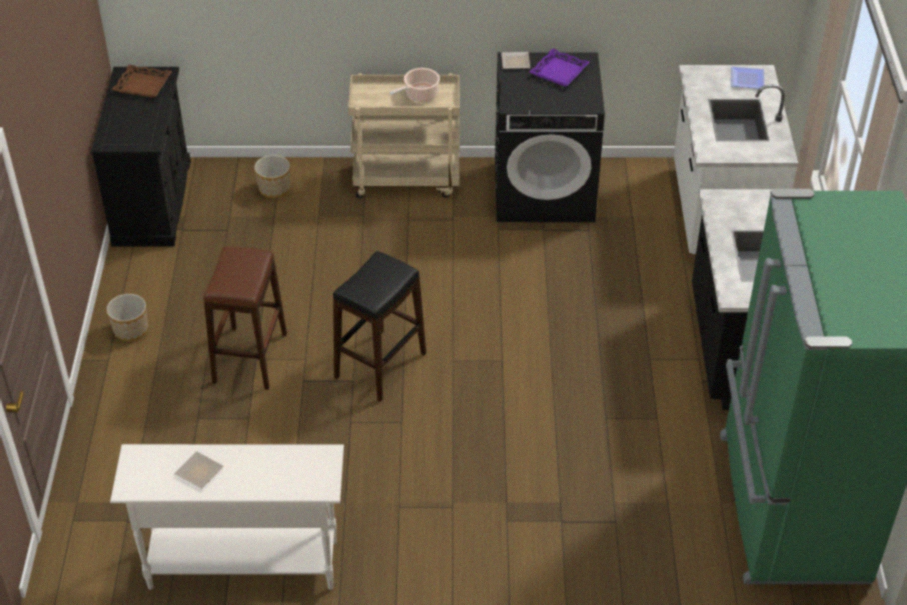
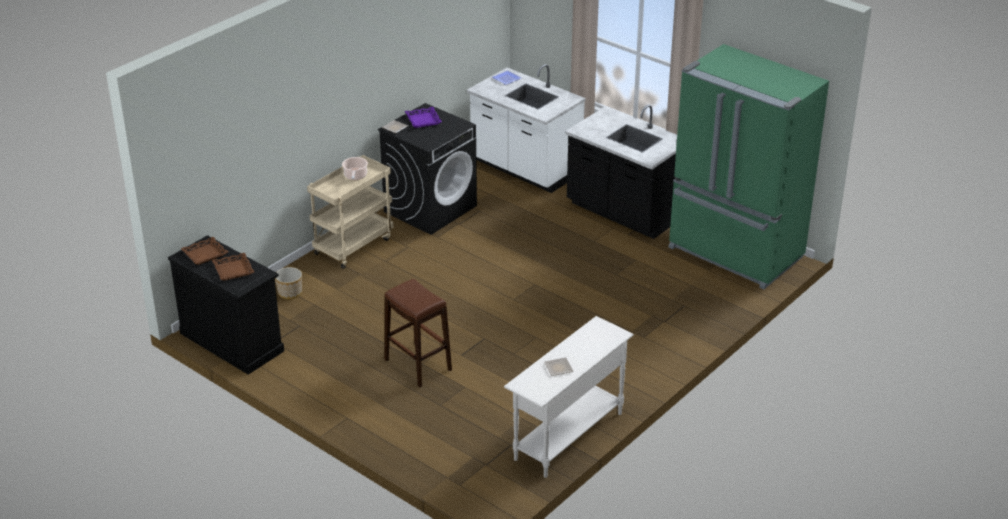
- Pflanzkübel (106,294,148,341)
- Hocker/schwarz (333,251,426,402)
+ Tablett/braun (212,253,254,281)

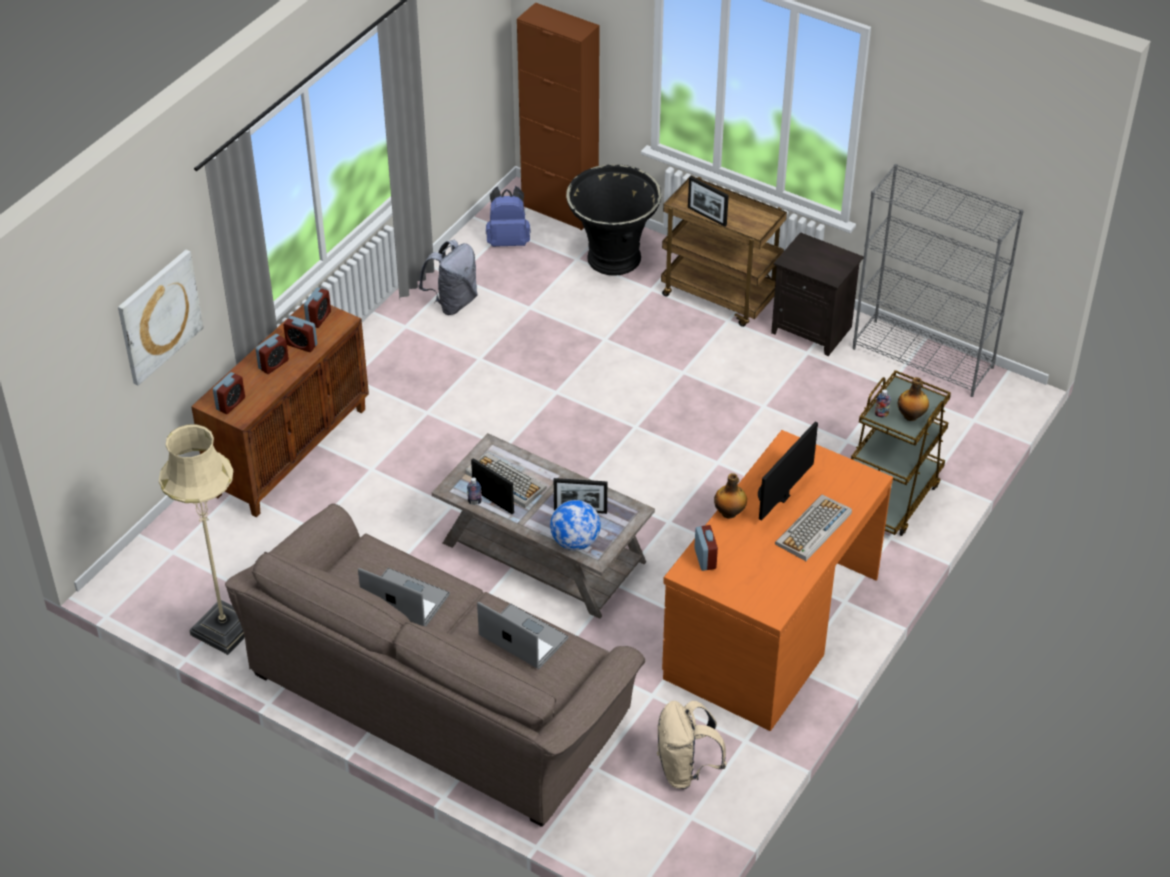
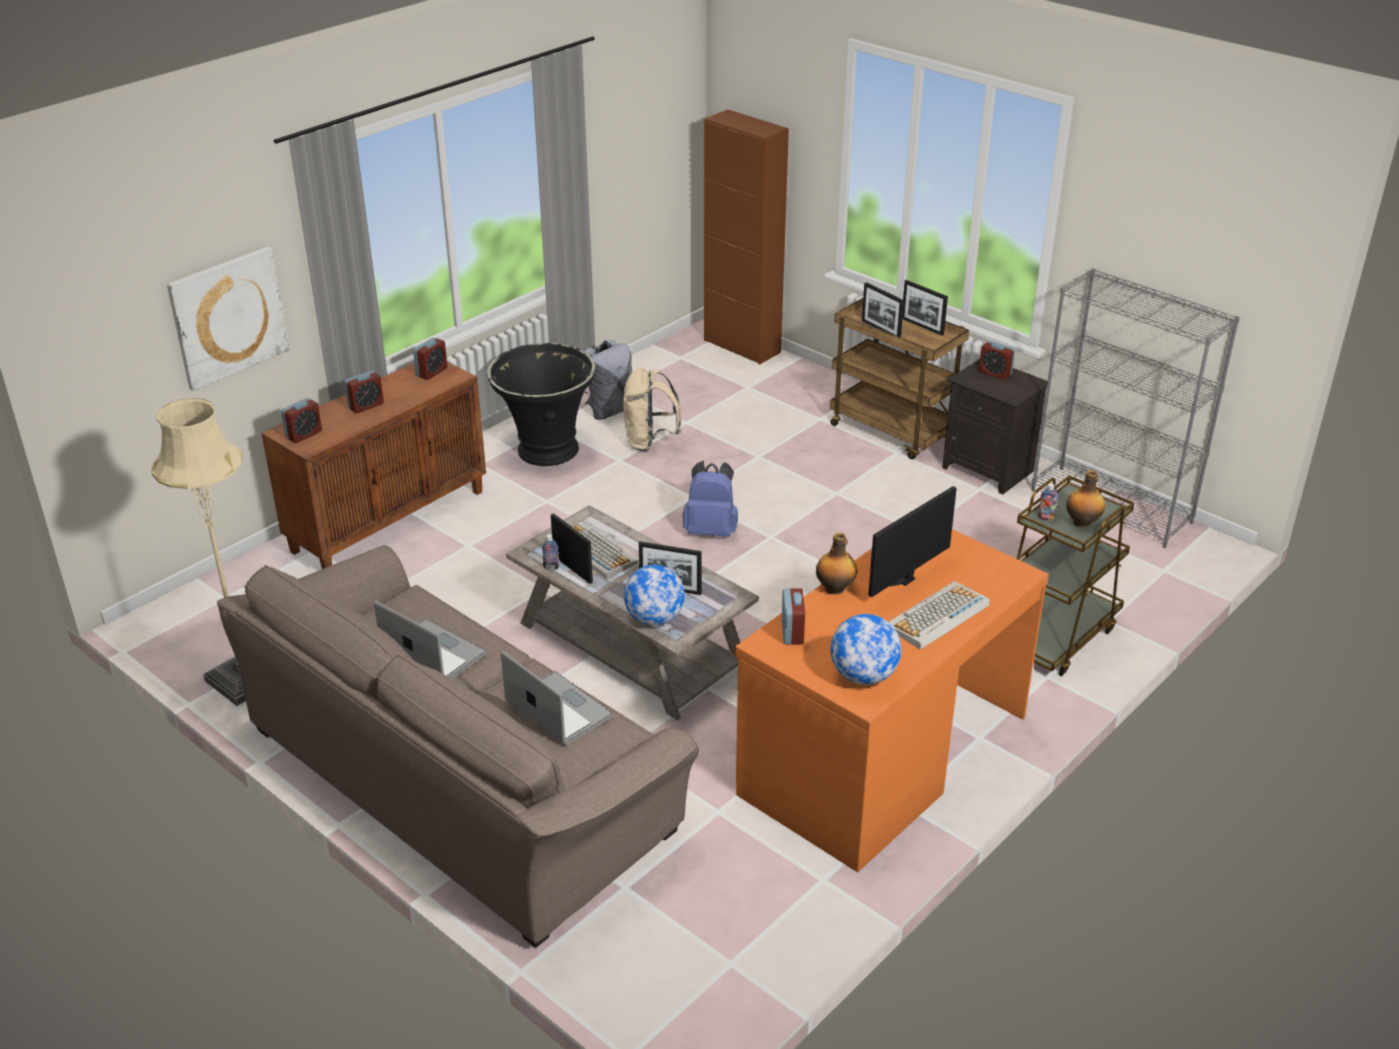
~ Wecker (283,316,317,352) to (979,341,1015,380)
~ Rucksack/blau (486,186,531,247) to (683,460,738,537)
~ Pflanzkübel/schwarz (566,164,661,276) to (487,343,596,466)
~ Rucksack/beige (657,701,727,789) to (623,368,681,451)
+ Globus (831,614,901,685)
+ Bilderrahmen (903,280,948,336)

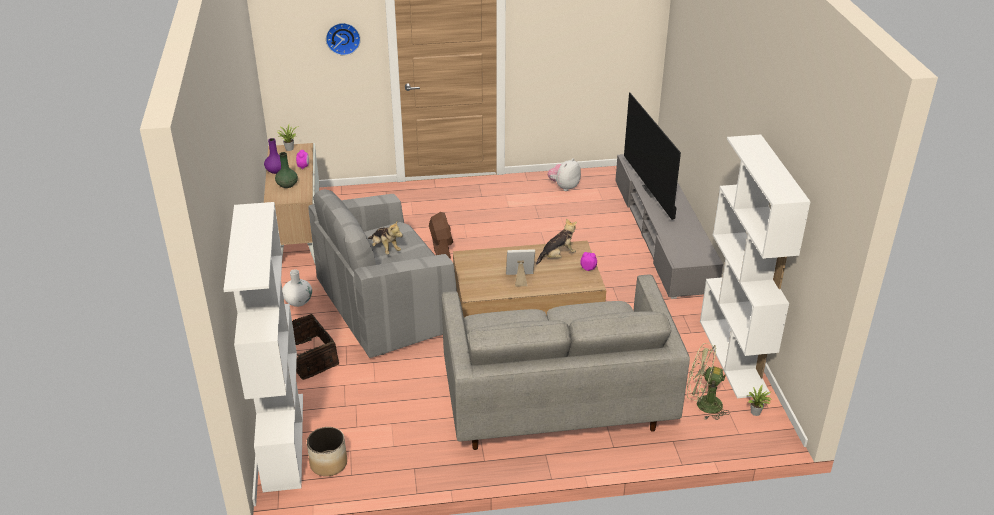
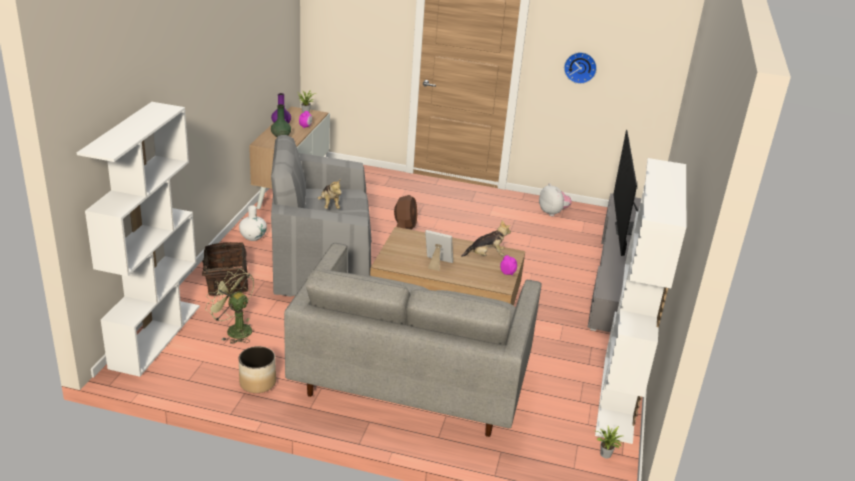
~ Pflanzkübel (307,427,347,476) to (239,346,276,393)
~ Wanduhr (326,23,361,55) to (564,52,597,84)
~ Plüschtier (548,158,581,191) = (539,183,572,216) 90 degrees clockwise
~ Ventilator/grün (687,343,730,420) to (205,269,254,344)

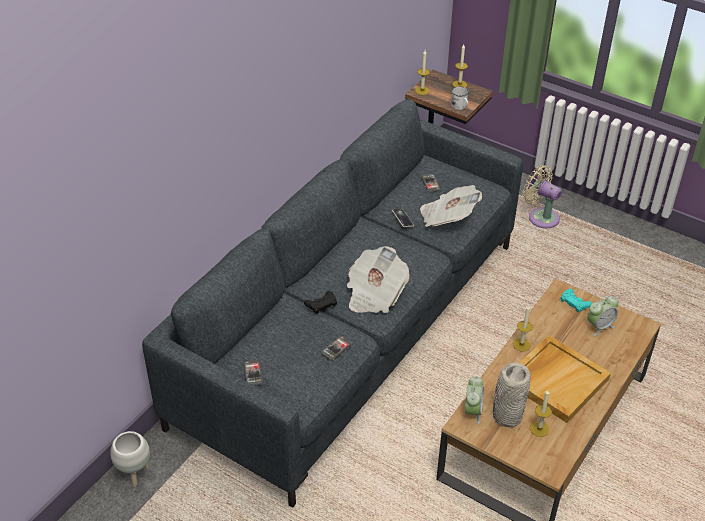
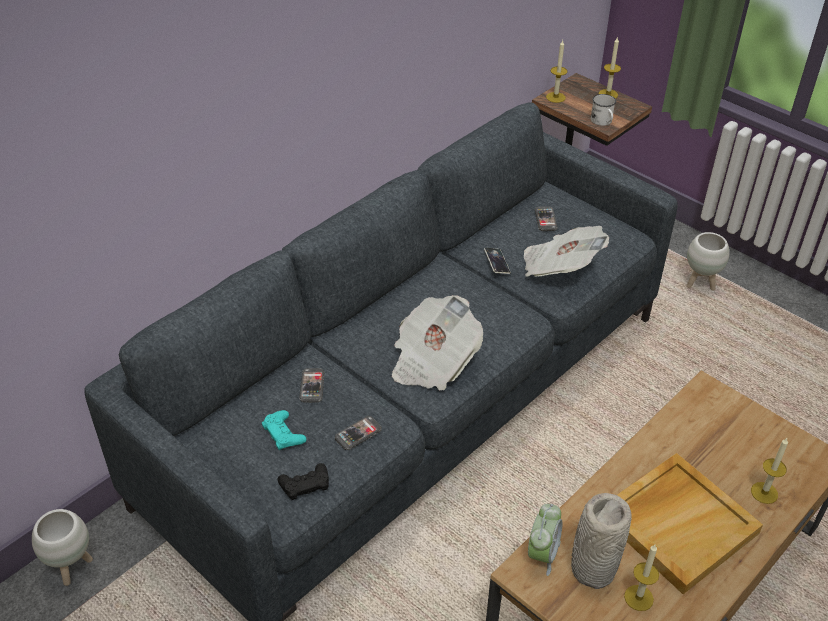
~ Handy (243,360,263,386) to (299,368,324,403)
~ Gamepad/schwarz (304,291,337,314) to (278,463,329,500)
~ Kerze (513,305,533,352) to (751,438,788,504)
~ Ventilator/beige (523,165,562,228) to Pflanzkübel/weiß (686,232,729,291)
~ Gamepad/türkis (561,289,592,312) to (261,410,306,450)
- Wecker (587,296,619,336)

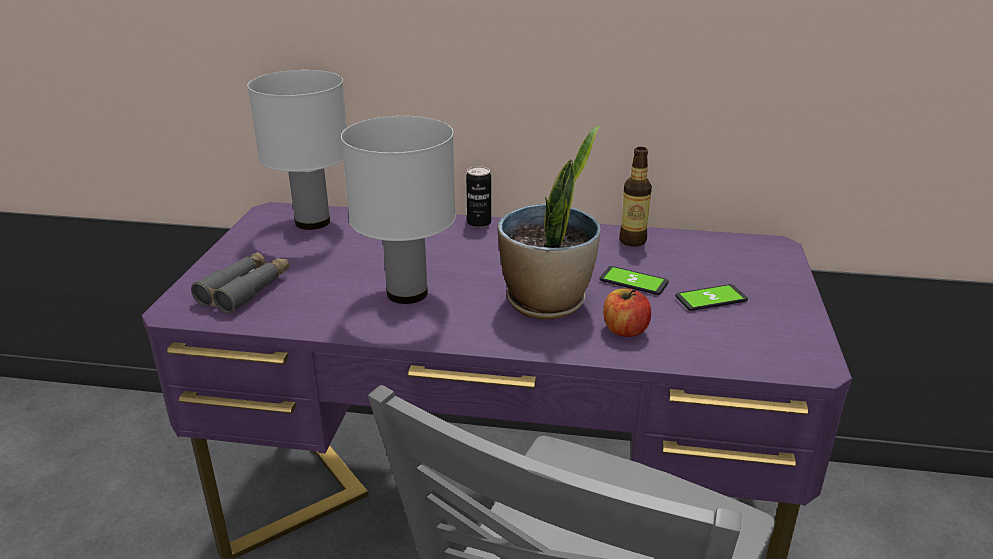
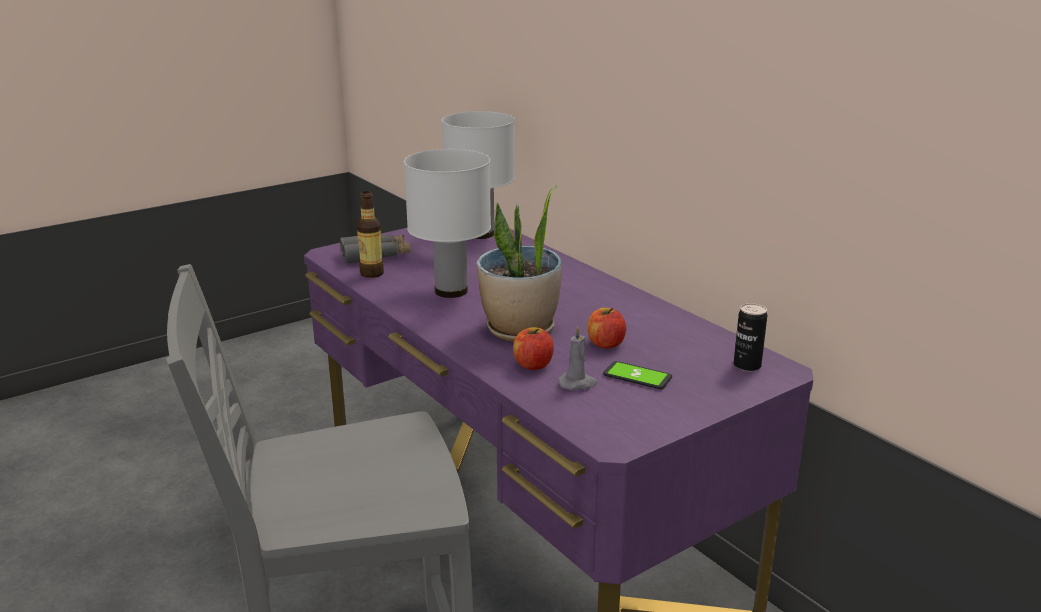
~ Dose (466,166,491,228) to (734,303,767,372)
~ Handy (599,266,669,295) to Apfel (588,308,626,348)
~ Flasche (619,147,652,247) to (357,191,384,278)
+ Kerze/grau (558,325,598,390)

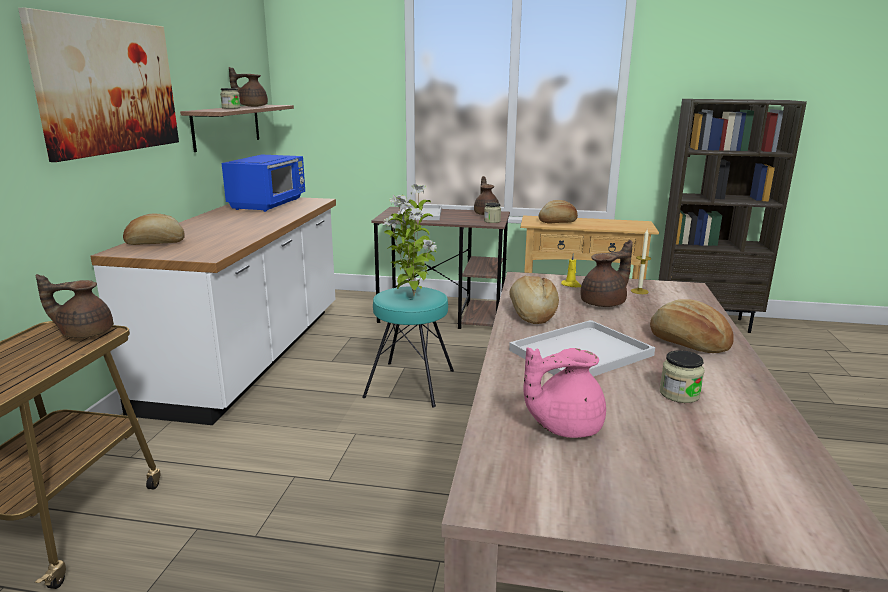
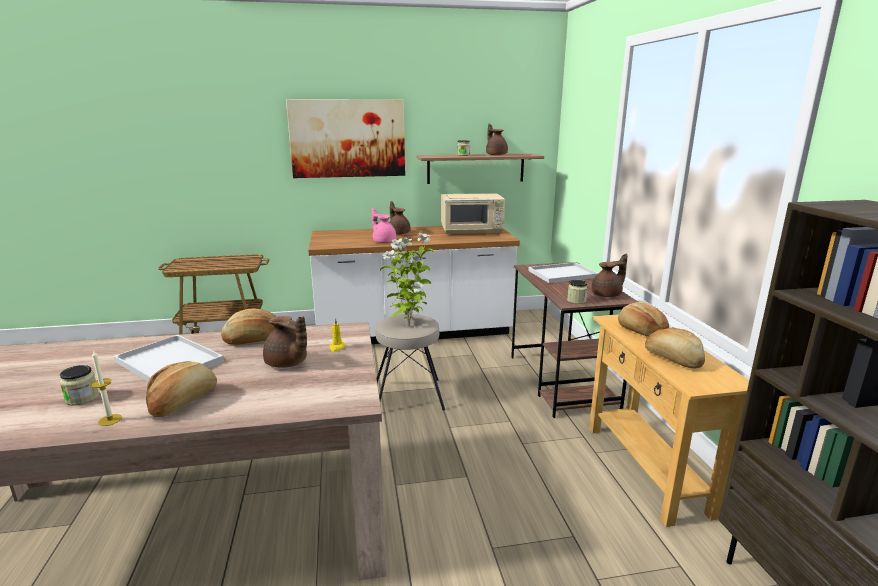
~ Teekanne/braun (36,274,113,338) to (389,201,410,235)
~ Brot (123,214,185,245) to (645,327,705,368)
~ Mikrowelle/blau (222,155,305,212) to Mikrowelle/beige (441,193,505,235)
~ Hocker/türkis (362,286,454,407) to Hocker/beige (375,314,445,410)
~ Teekanne/rosa (523,347,606,438) to (372,208,396,243)
~ Kerze (631,230,652,294) to (91,350,122,426)

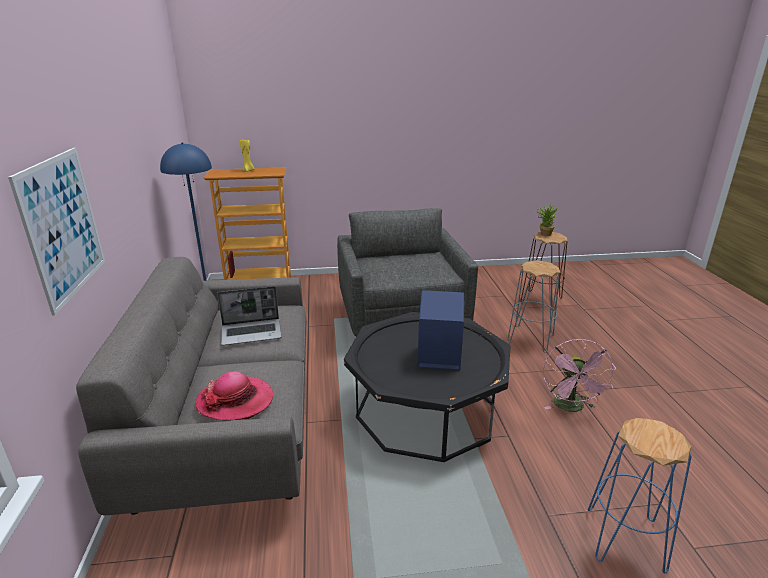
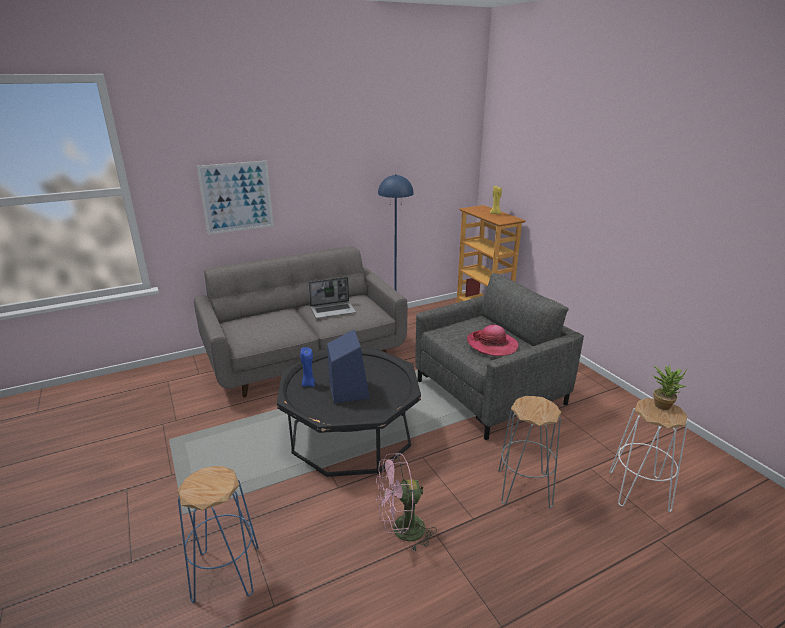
~ Hut (195,371,273,420) to (467,325,519,356)
~ Laptop (217,286,282,346) = (309,277,356,318) 75 degrees counterclockwise
~ Hocker/braun (520,232,568,311) to Hocker/weiß (609,398,688,512)
+ Kerze/blau (300,347,315,387)

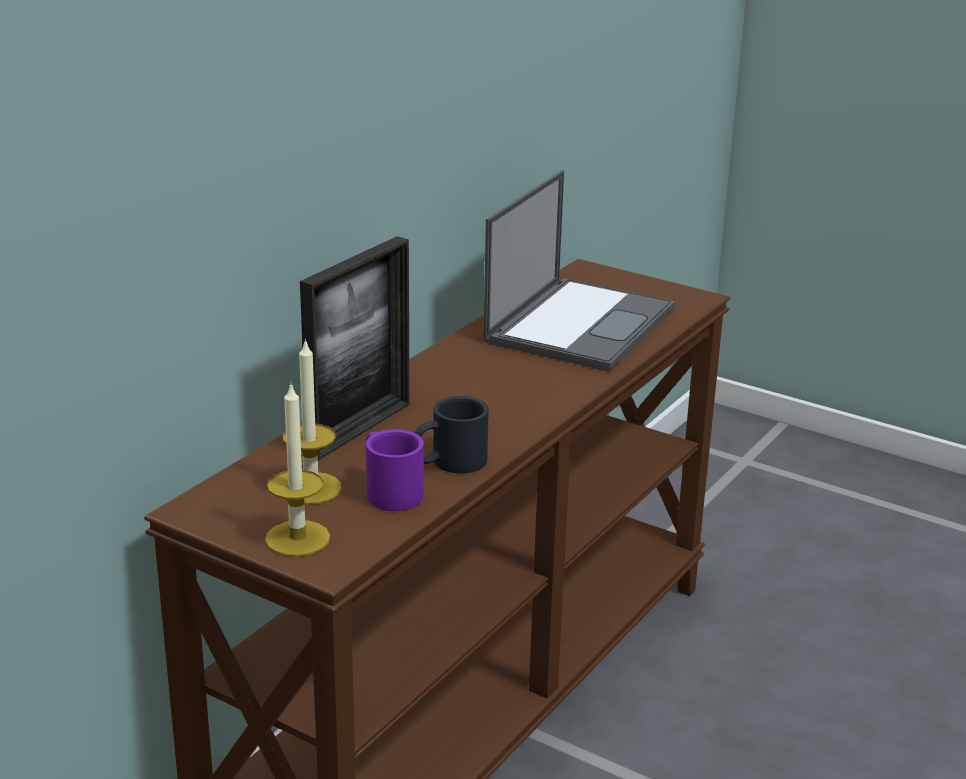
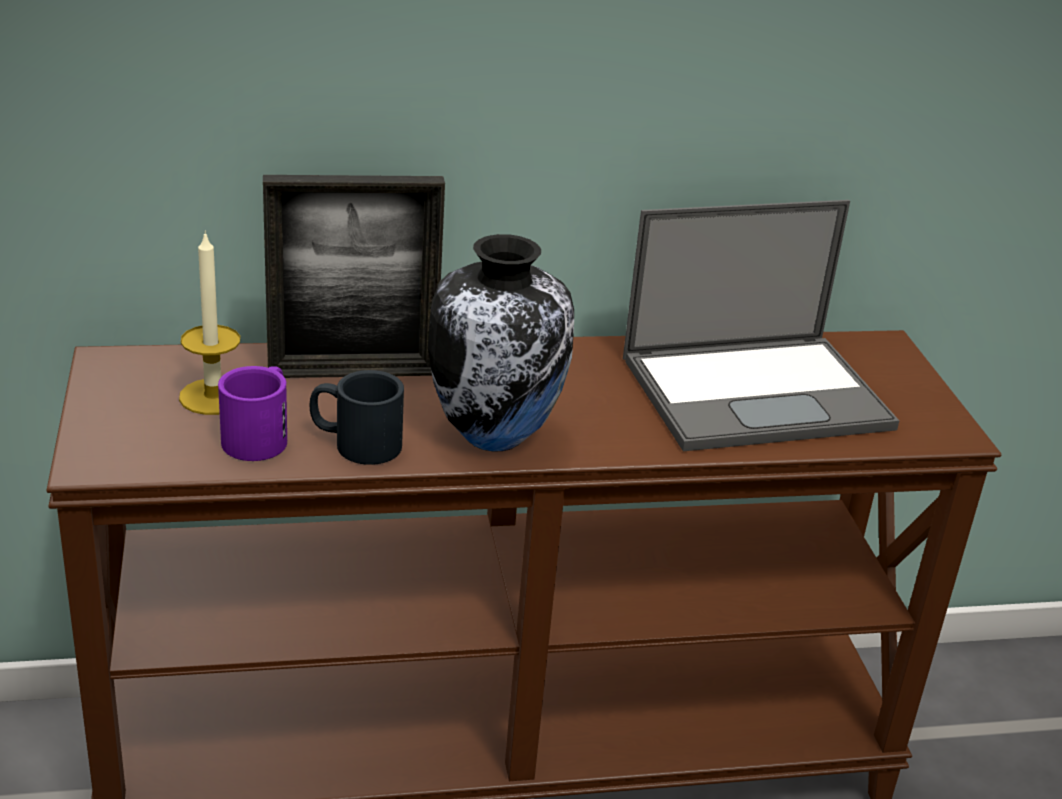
- Kerze (265,385,330,556)
+ Vase (428,234,574,451)

